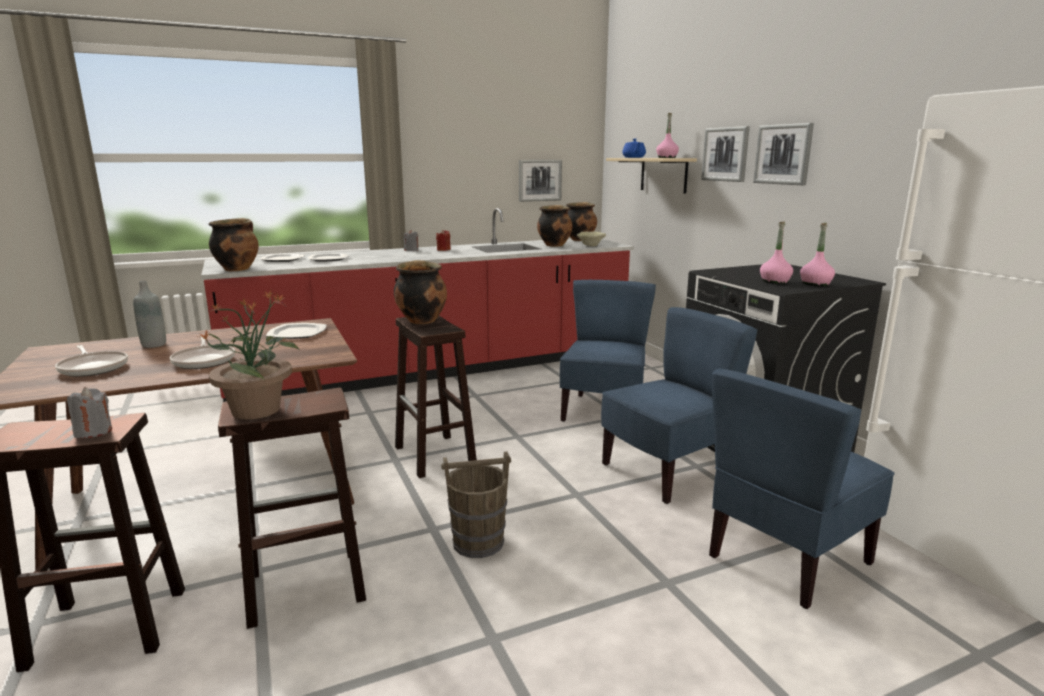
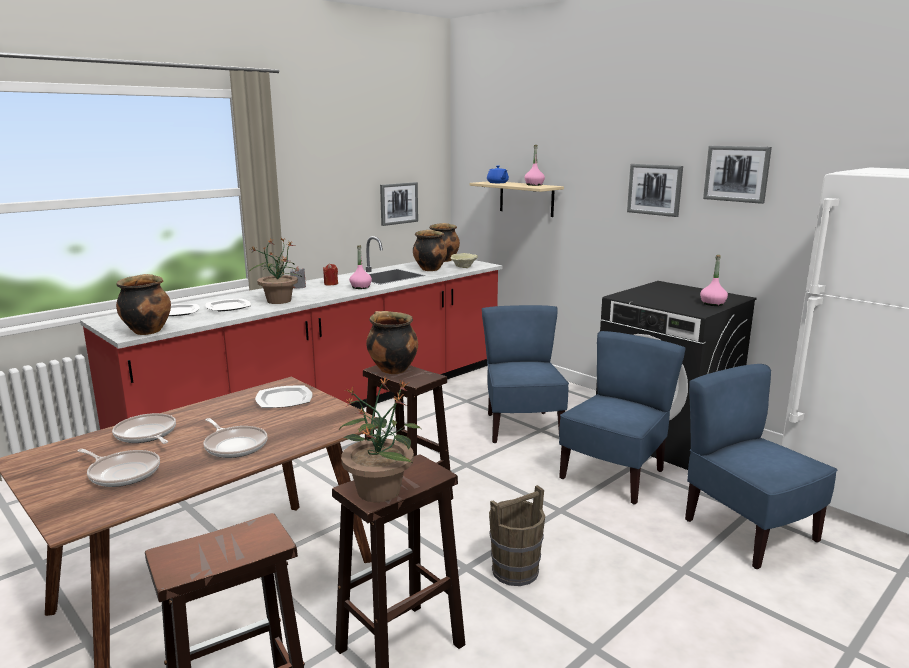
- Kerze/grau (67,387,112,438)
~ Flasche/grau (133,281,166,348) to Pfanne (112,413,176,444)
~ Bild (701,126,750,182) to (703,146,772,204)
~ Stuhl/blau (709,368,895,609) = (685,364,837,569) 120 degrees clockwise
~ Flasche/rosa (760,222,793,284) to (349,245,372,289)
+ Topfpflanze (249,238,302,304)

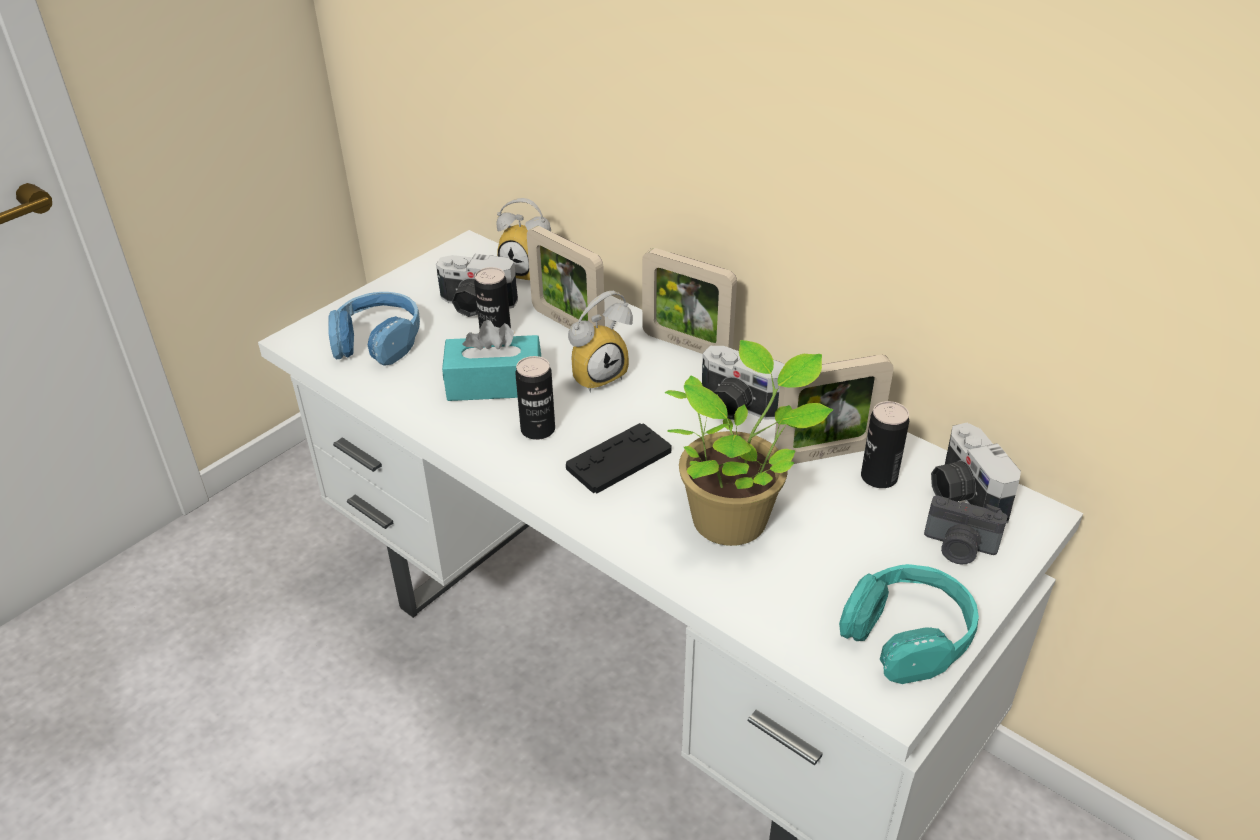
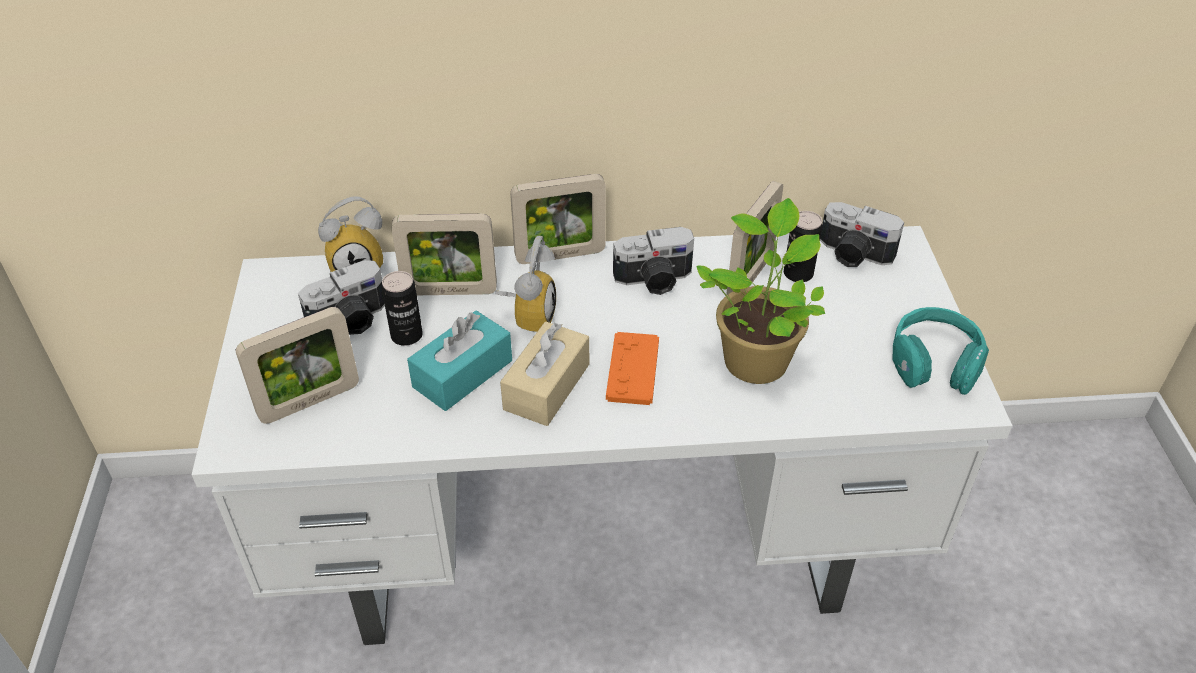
~ Kopfhörer/blau (328,292,420,366) to Bilderrahmen (236,307,359,424)
~ Dose (515,356,555,440) to Taschentuchbox/beige (500,321,589,426)
~ Gamepad/schwarz (566,423,672,493) to Gamepad/orange (606,332,659,405)
- Kamera (924,495,1008,564)

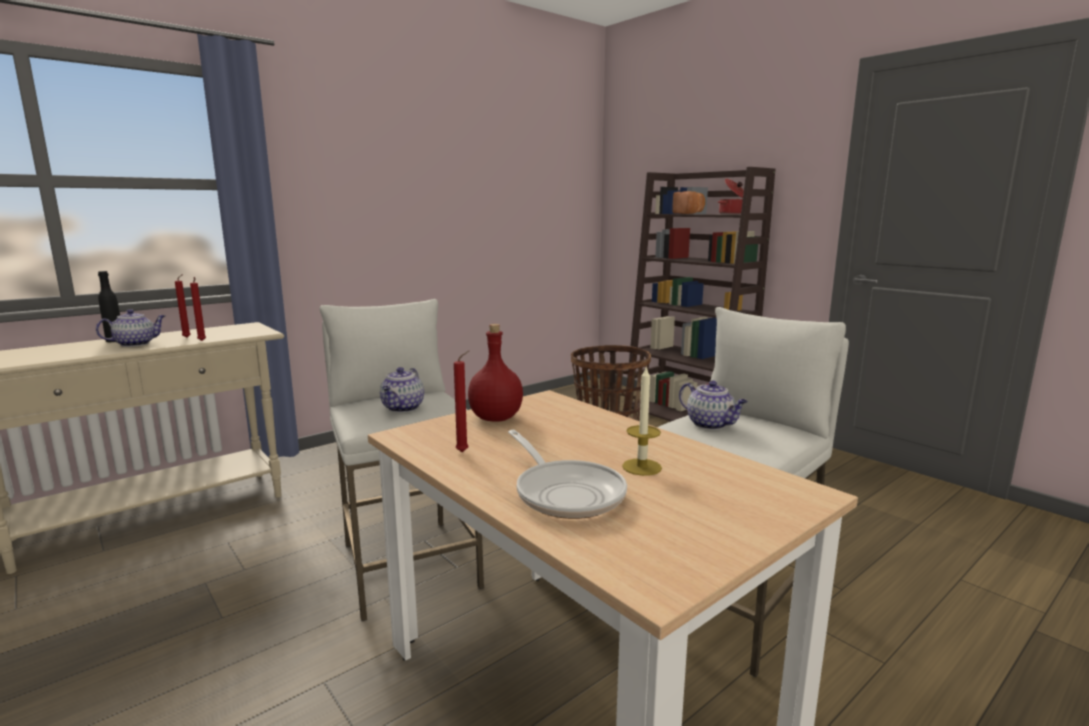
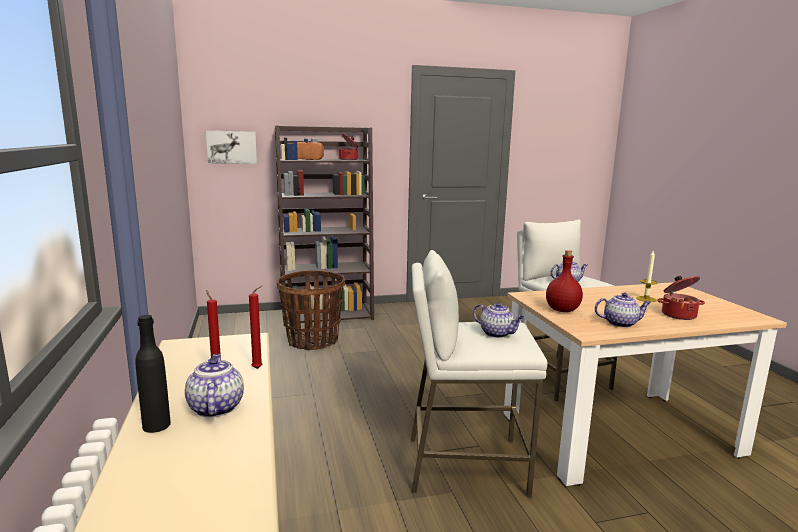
~ Kerze/rot (454,351,469,452) to Teekanne (595,293,651,328)
~ Pfanne (508,430,627,519) to Kochtopf (657,276,705,320)
+ Bild (206,131,257,164)

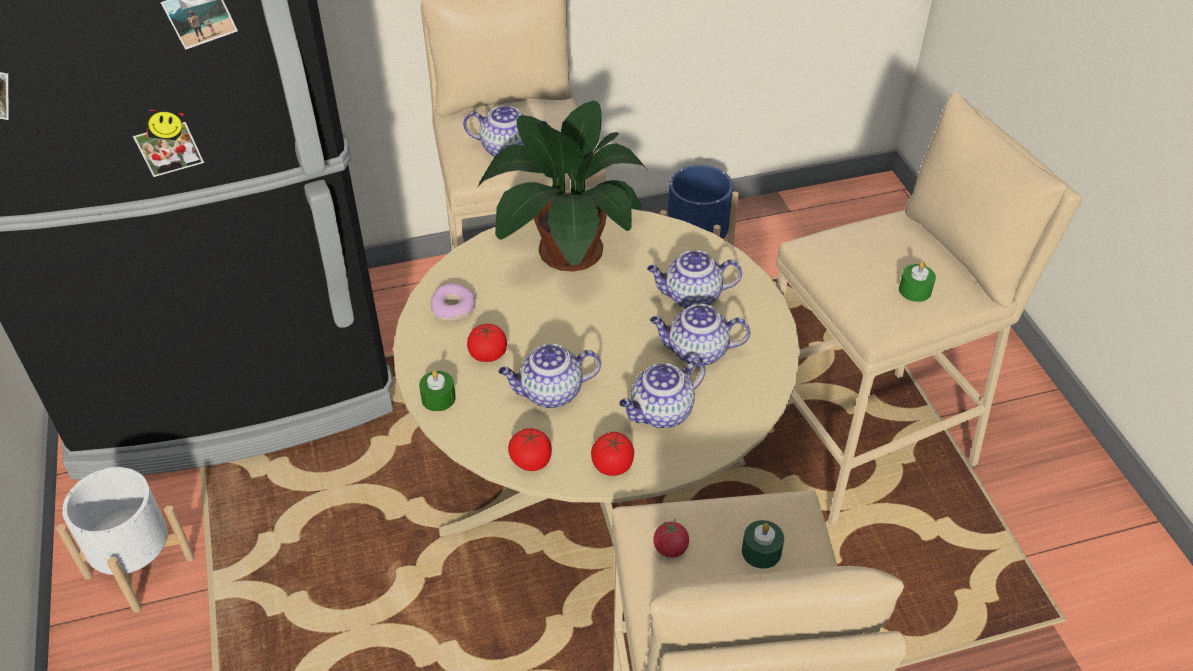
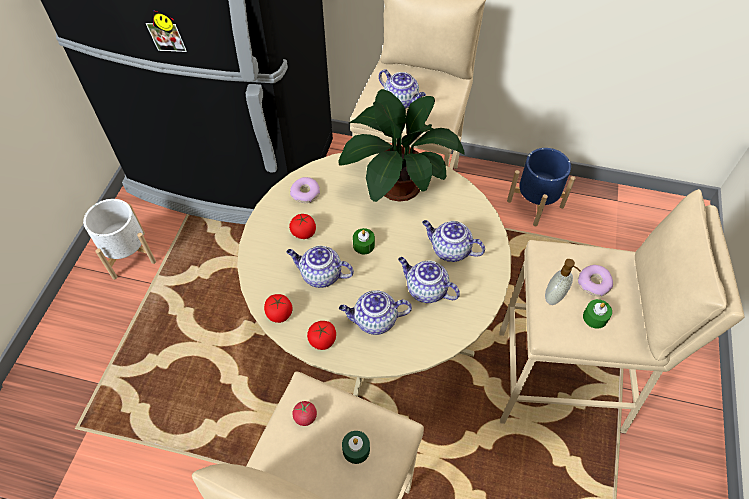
~ Kerze/grün (419,370,456,411) to (353,228,375,254)
+ Seifenspender (545,259,581,305)
+ Donut (578,265,613,296)

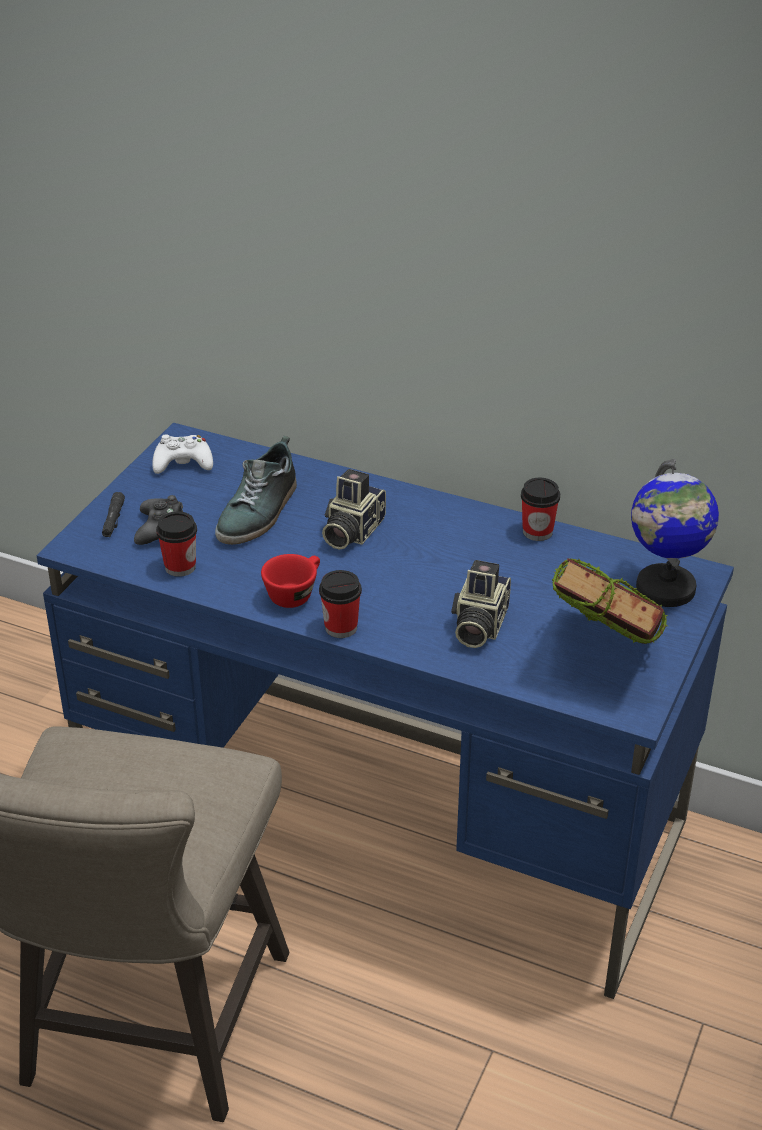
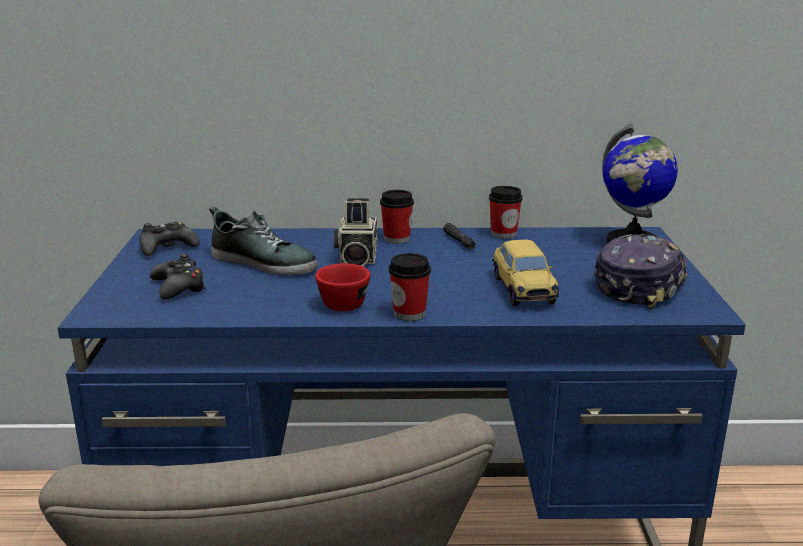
~ Taschenlampe/schwarz (102,492,125,537) to (443,223,475,250)
~ Gamepad/weiß (152,434,213,474) to Gamepad/schwarz (139,222,200,256)
~ Tasse (156,511,197,577) to (380,190,414,244)
~ Schuh (215,436,297,545) = (209,207,317,275) 60 degrees counterclockwise
~ Kamera (451,560,511,648) to Spielzeugauto (492,240,559,306)
~ Buch (552,558,668,644) to Kappe (594,234,688,309)

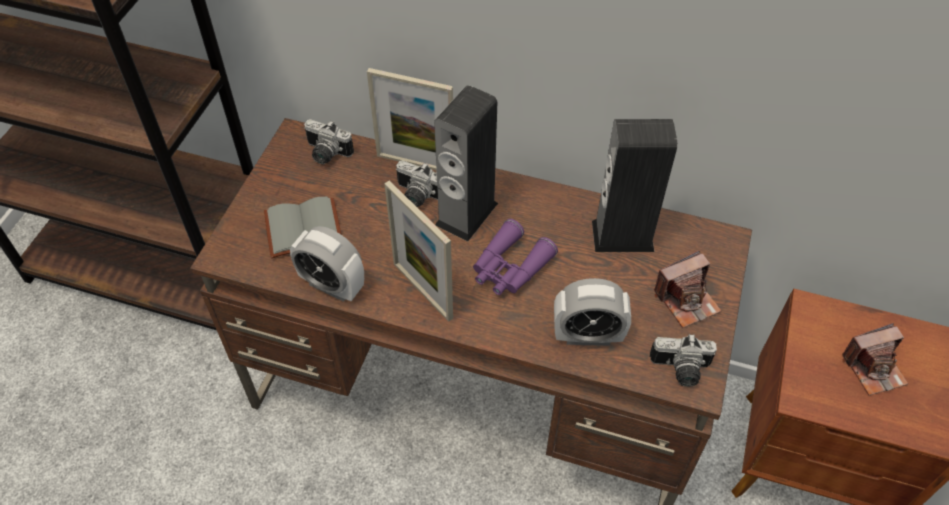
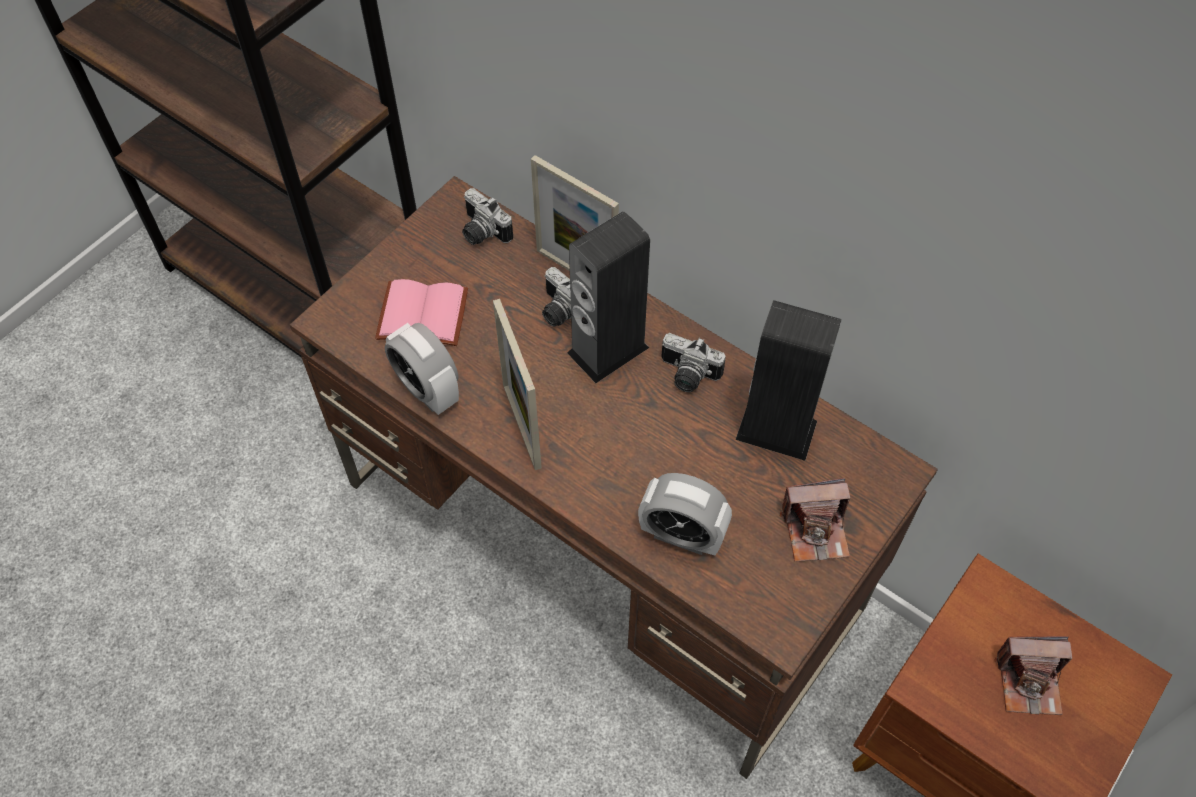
~ Buch/grau (264,197,341,258) to Buch/rosa (375,279,468,346)
- Fernglas/lila (473,219,558,295)
~ Kamera (650,334,717,387) to (661,333,726,393)

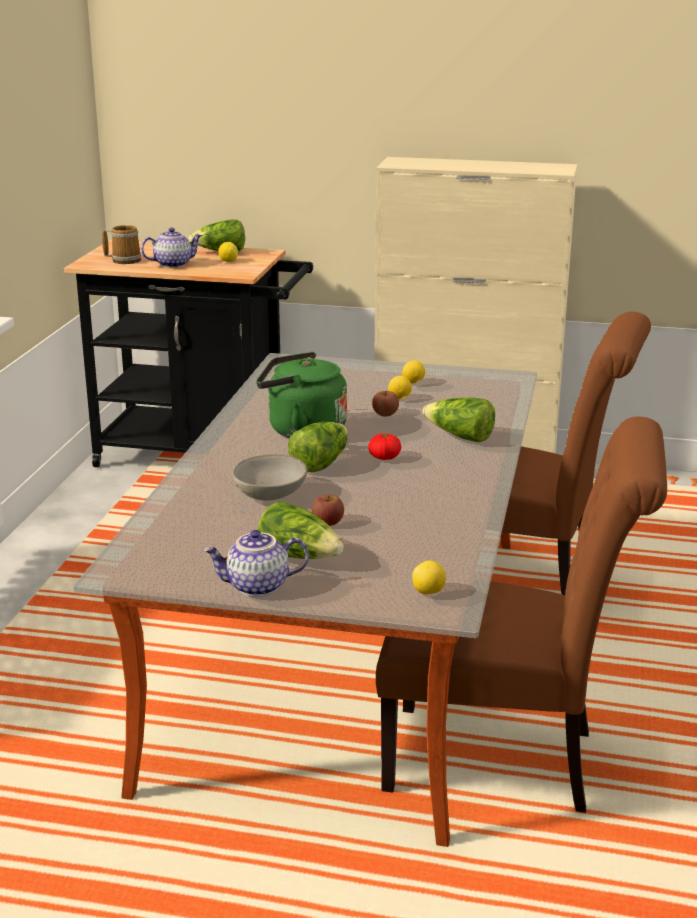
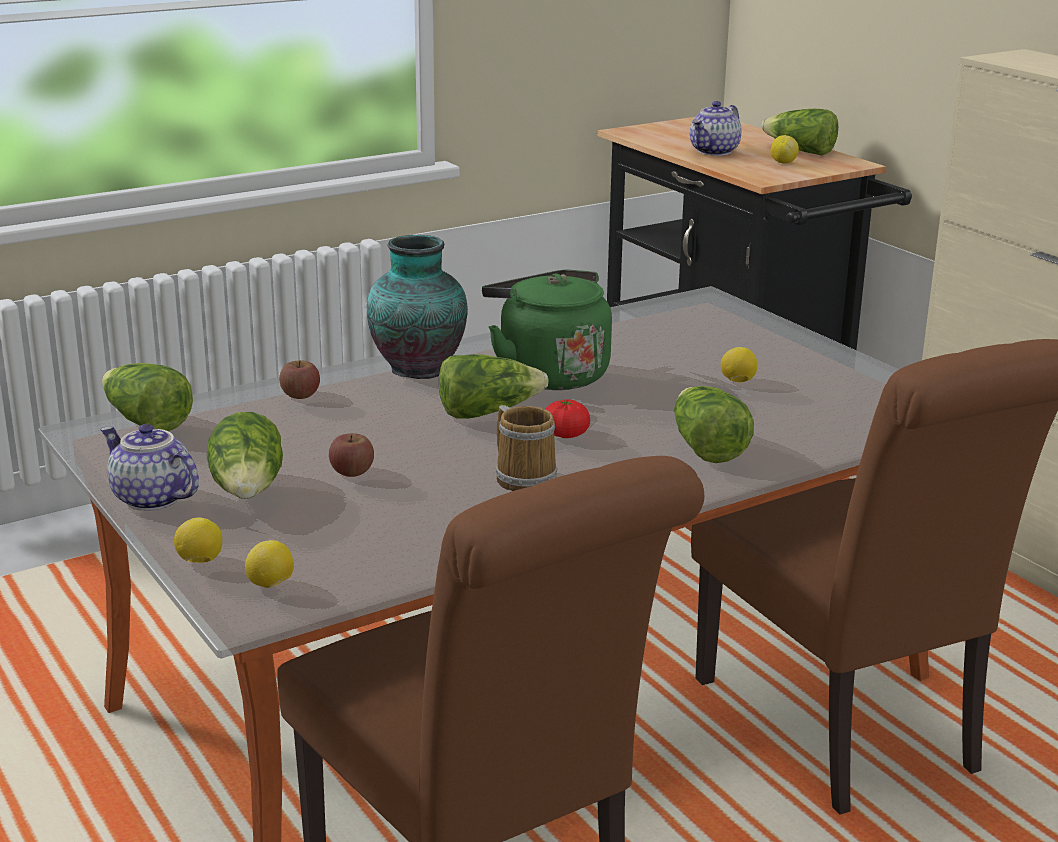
~ Henkelbecher (102,225,141,264) to (496,405,558,491)
~ Teekanne (141,228,202,268) = (690,101,741,156) 105 degrees clockwise
- Schüssel/grau (232,454,307,501)
~ Apfel (372,391,399,416) to (279,360,320,399)
~ Zitrone (402,360,425,384) to (174,517,222,563)
+ Salatkopf (102,363,193,431)
+ Vase (367,235,468,379)

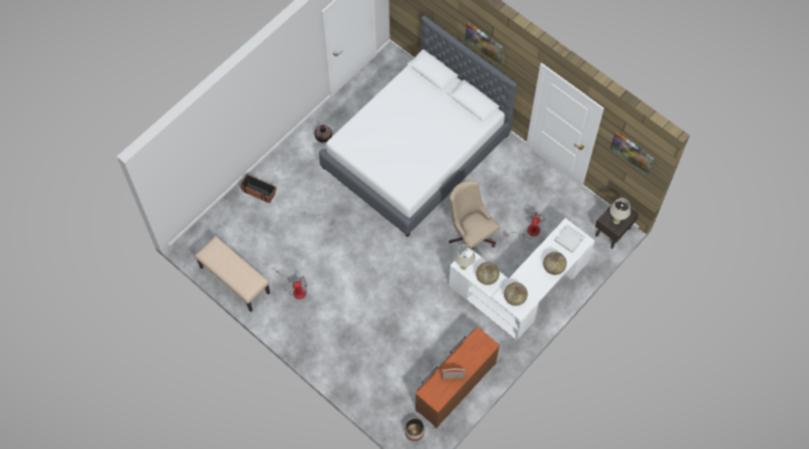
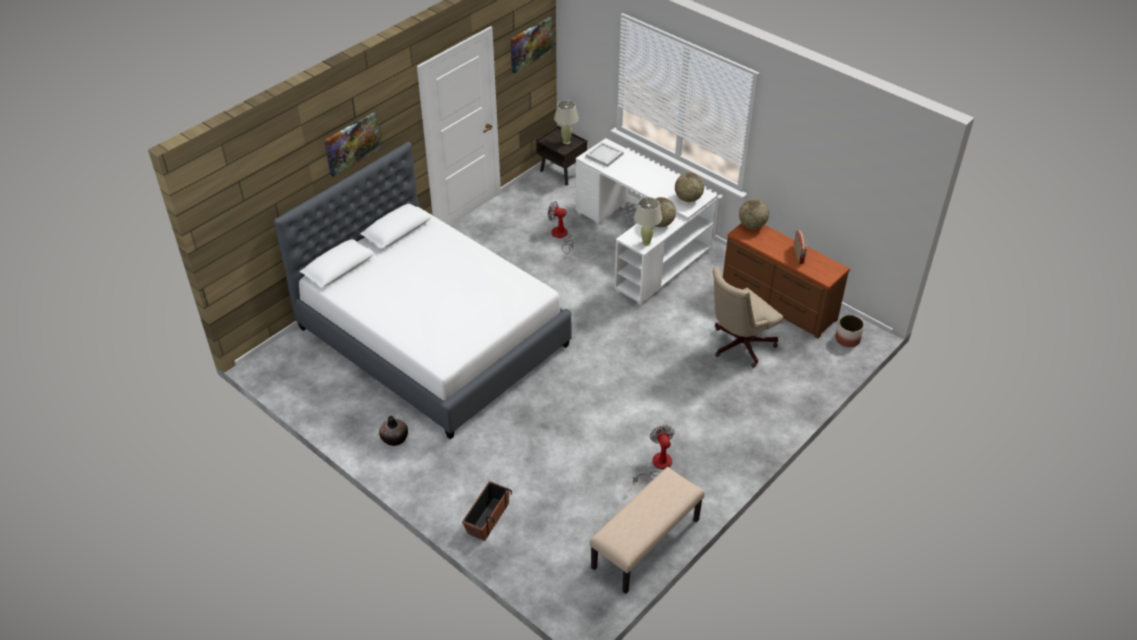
~ Bürostuhl/beige (449,180,500,248) to (712,267,784,368)
~ Globus (543,252,567,275) to (739,199,769,229)

